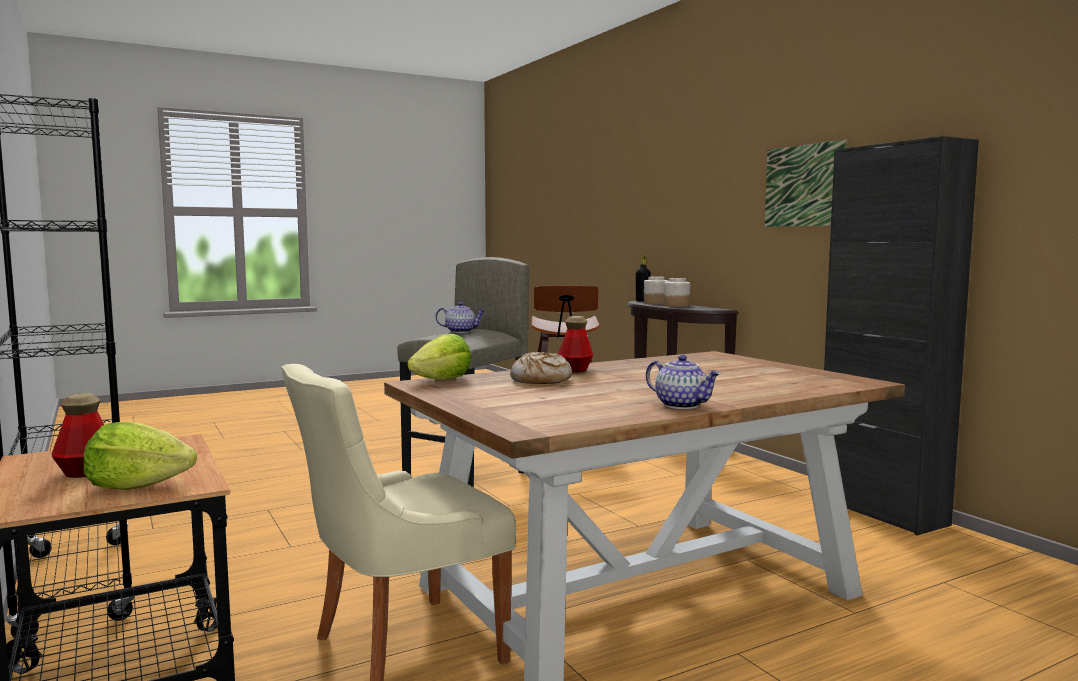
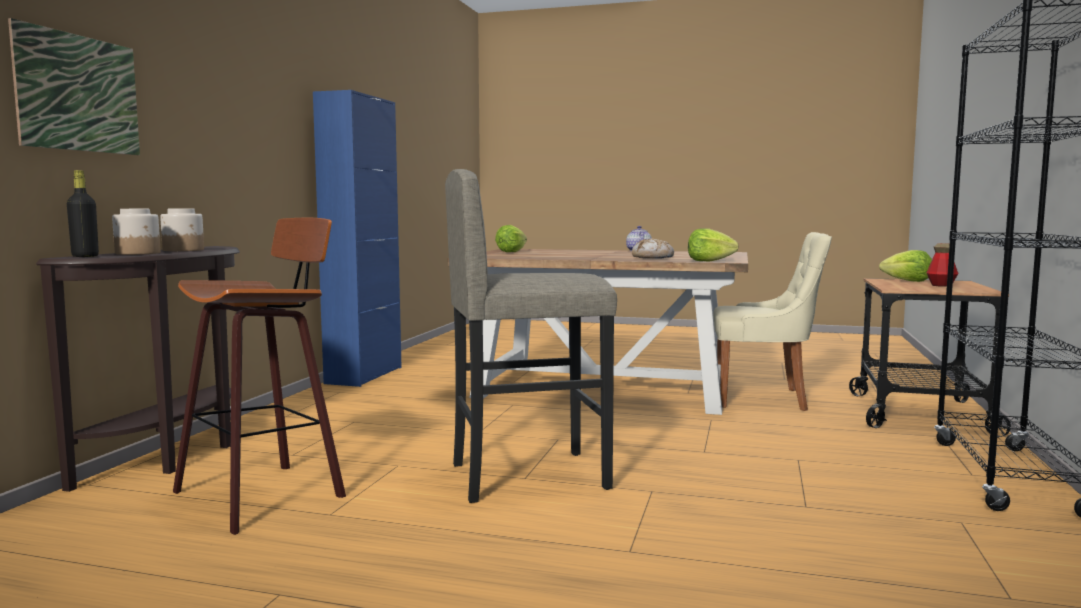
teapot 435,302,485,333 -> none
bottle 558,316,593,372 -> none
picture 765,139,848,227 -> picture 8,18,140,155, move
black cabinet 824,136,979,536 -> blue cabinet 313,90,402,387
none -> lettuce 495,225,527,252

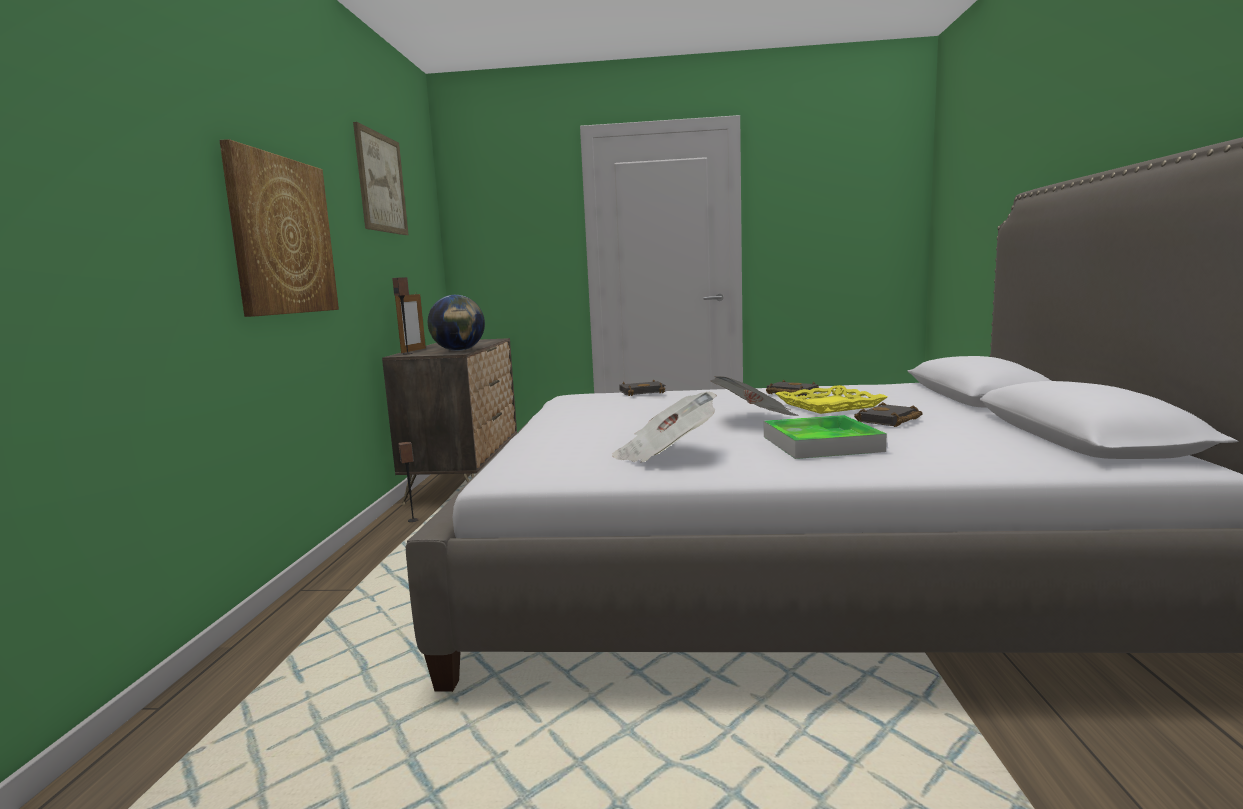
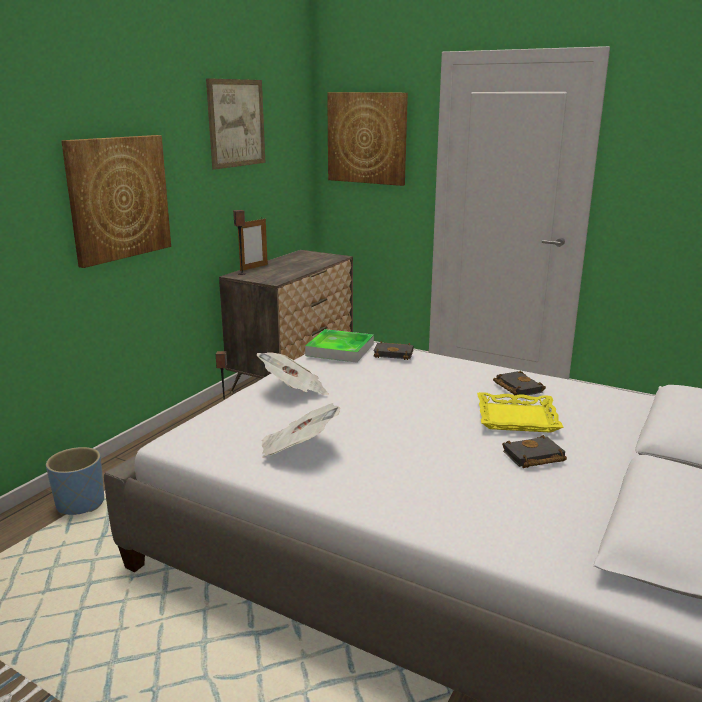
globe 428,295,485,351 -> none
newspaper 711,376,798,416 -> newspaper 257,352,328,395, move
tray 764,415,887,459 -> tray 305,329,374,363, move
none -> blue planter 46,447,104,515
none -> picture 327,92,408,186

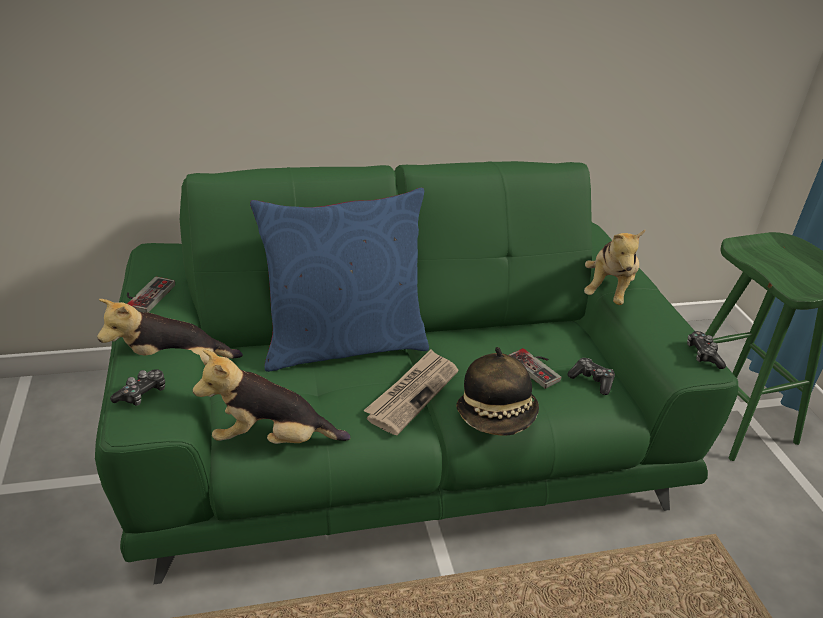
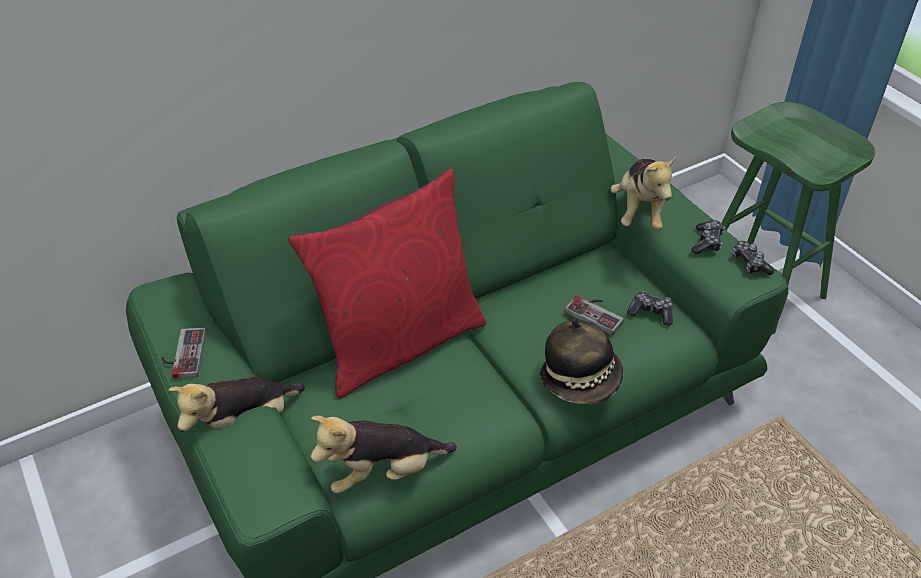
game controller 110,369,165,406 -> game controller 691,220,725,254, move
blue pillow 250,188,429,372 -> red pillow 288,169,486,398
newspaper 363,349,458,435 -> none

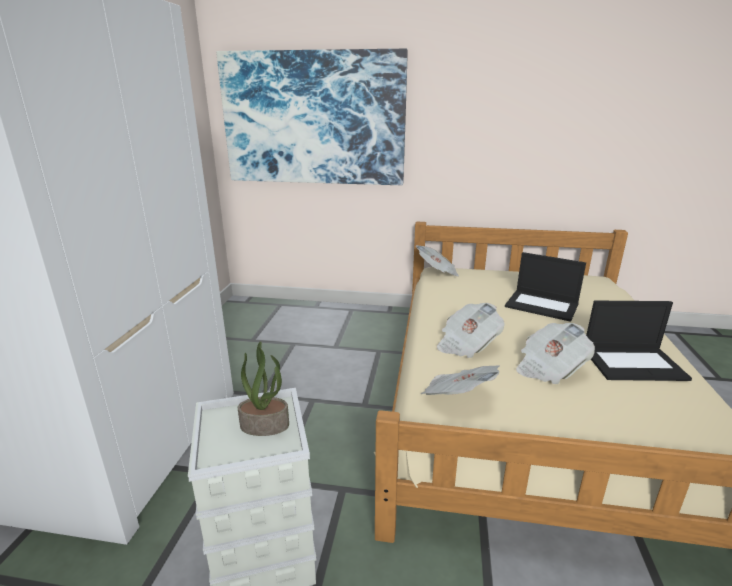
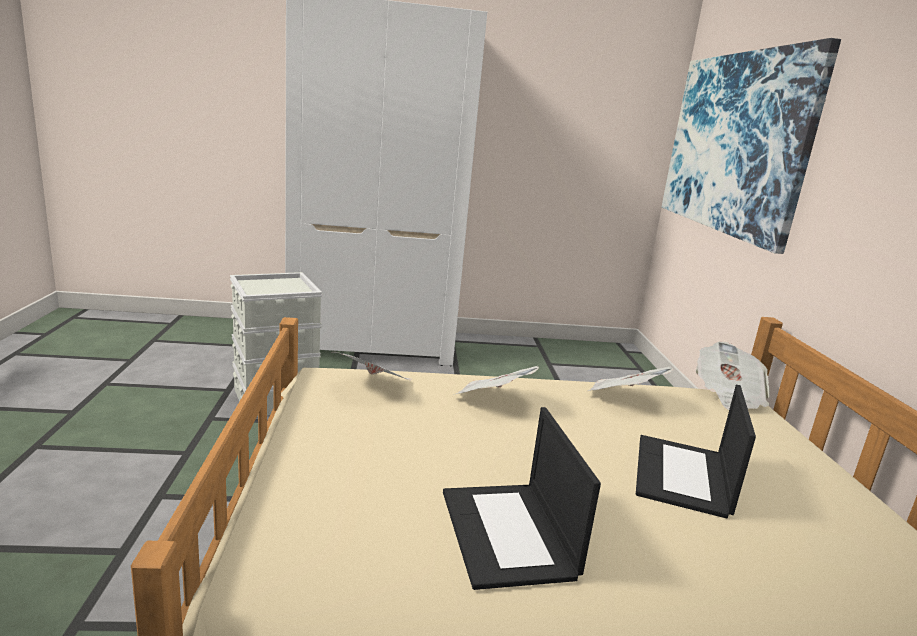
potted plant 238,341,289,436 -> none
newspaper 516,323,595,384 -> newspaper 588,366,673,391, move

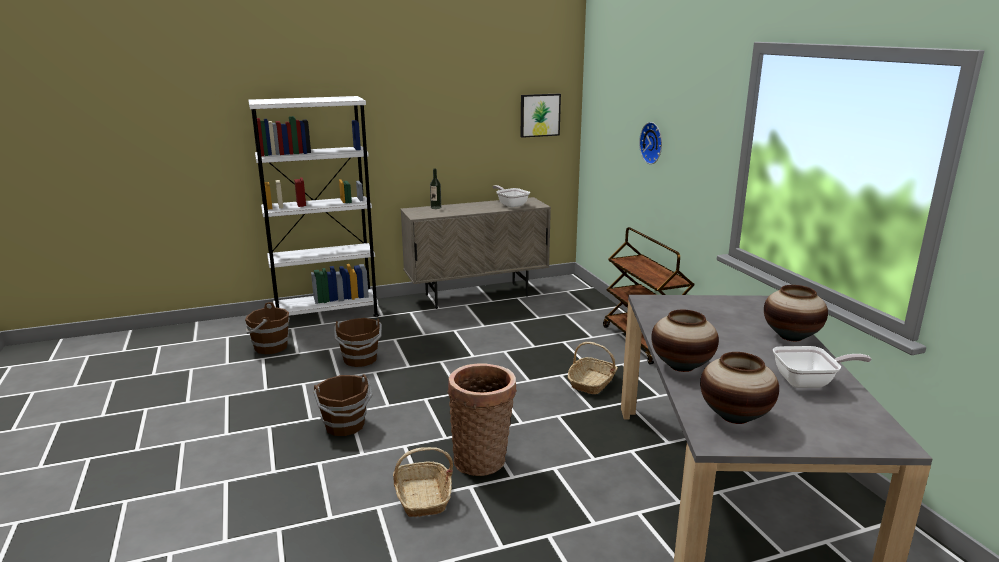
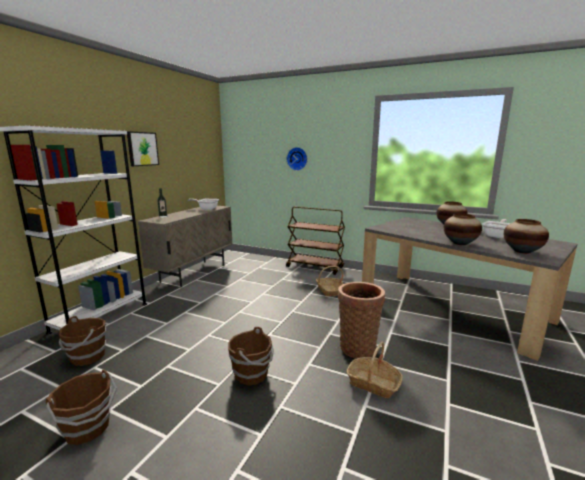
brown bucket 334,318,382,367 -> brown bucket 46,369,117,445, move
picture 521,94,561,138 -> picture 127,131,159,166, move

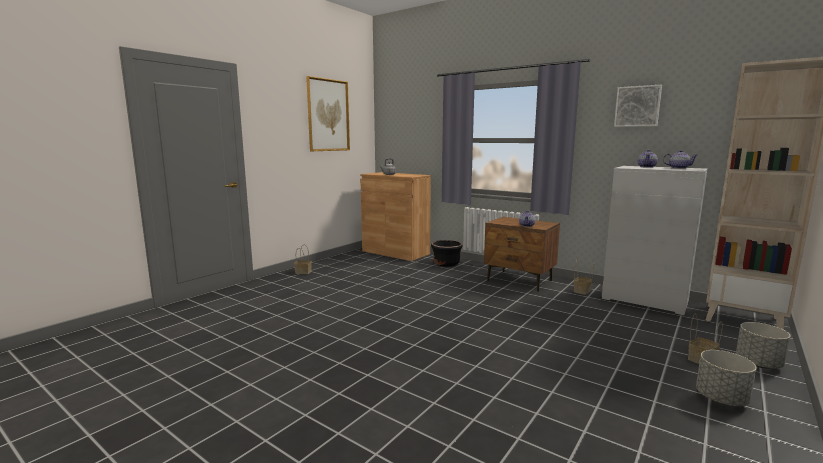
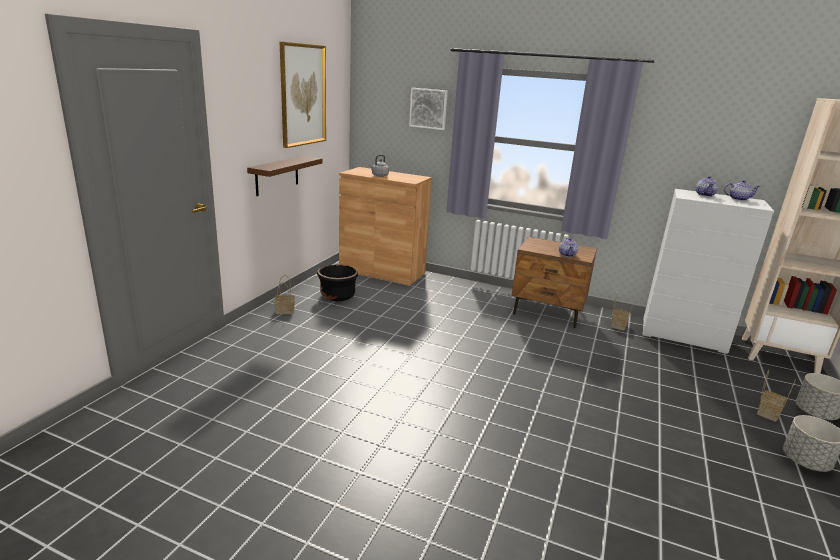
black planter 431,240,462,267 -> black planter 317,265,358,301, move
picture 614,85,662,127 -> picture 409,88,448,130, move
none -> brown shelf 247,156,323,196

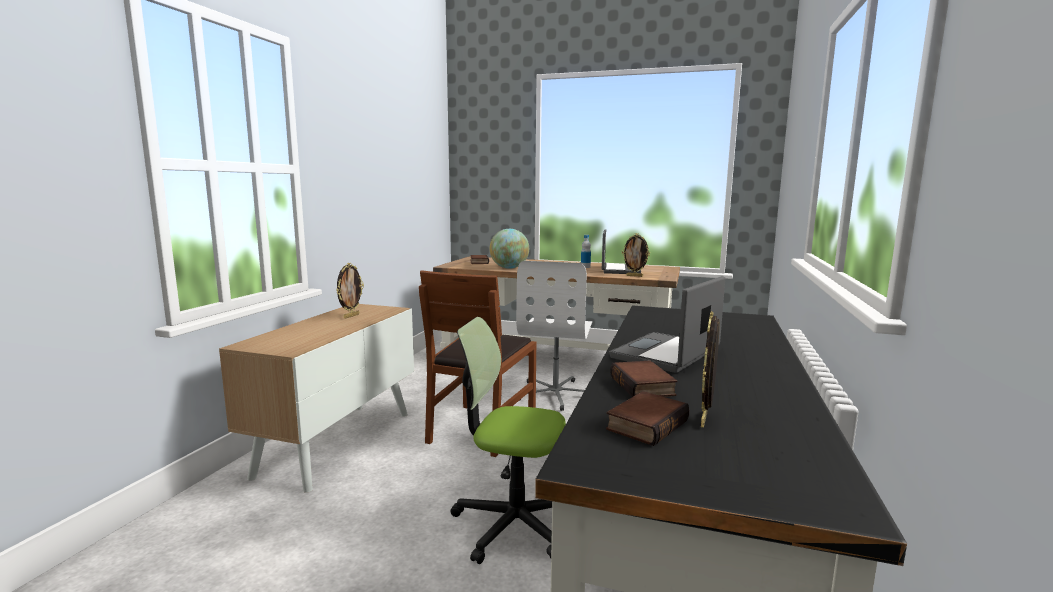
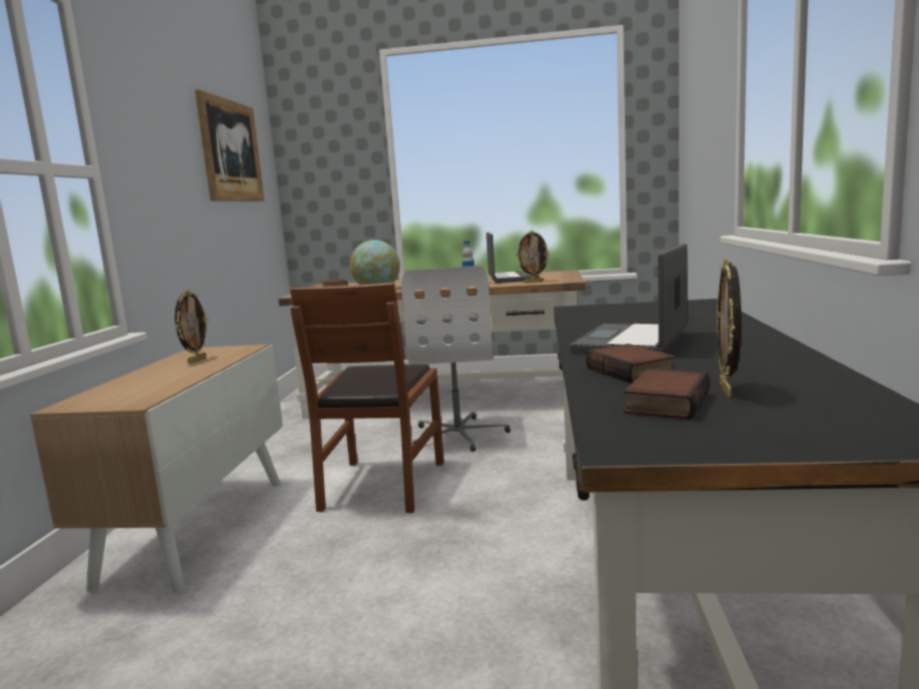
office chair 451,317,566,564 -> none
none -> picture 195,90,264,202

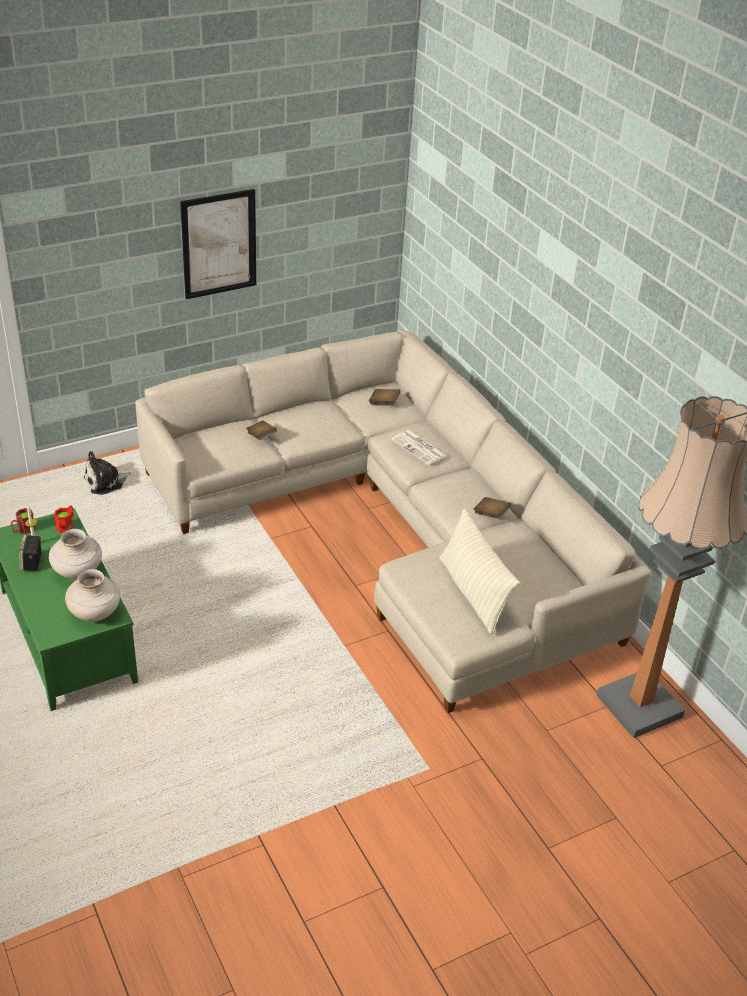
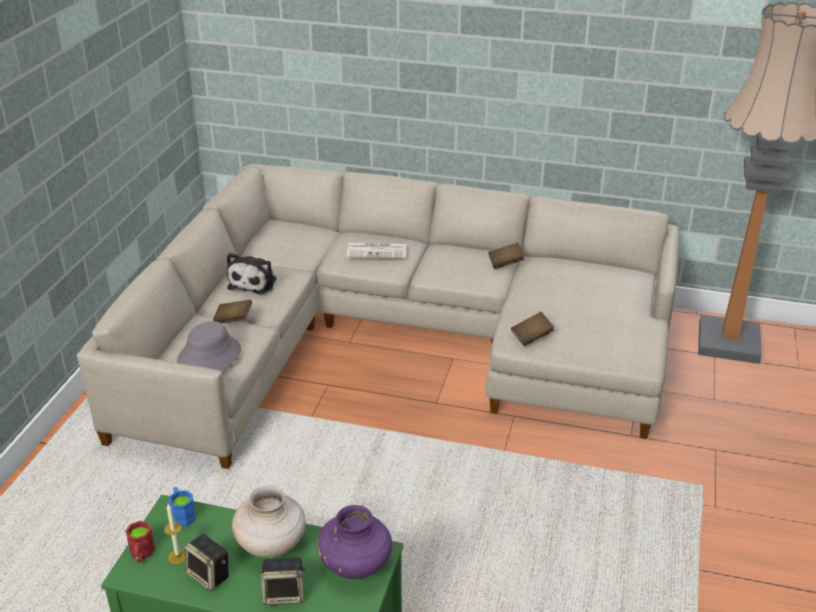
red mug 54,506,73,533 -> blue mug 169,487,196,527
beige vase 65,569,120,622 -> purple vase 317,505,392,579
plush toy 84,451,131,495 -> plush toy 227,253,277,294, move
picture 180,189,256,299 -> none
brown book 369,389,401,405 -> brown book 511,312,554,346, move
beige pillow 439,509,520,634 -> none
none -> grey hat 177,321,241,371
none -> speaker 260,558,306,605

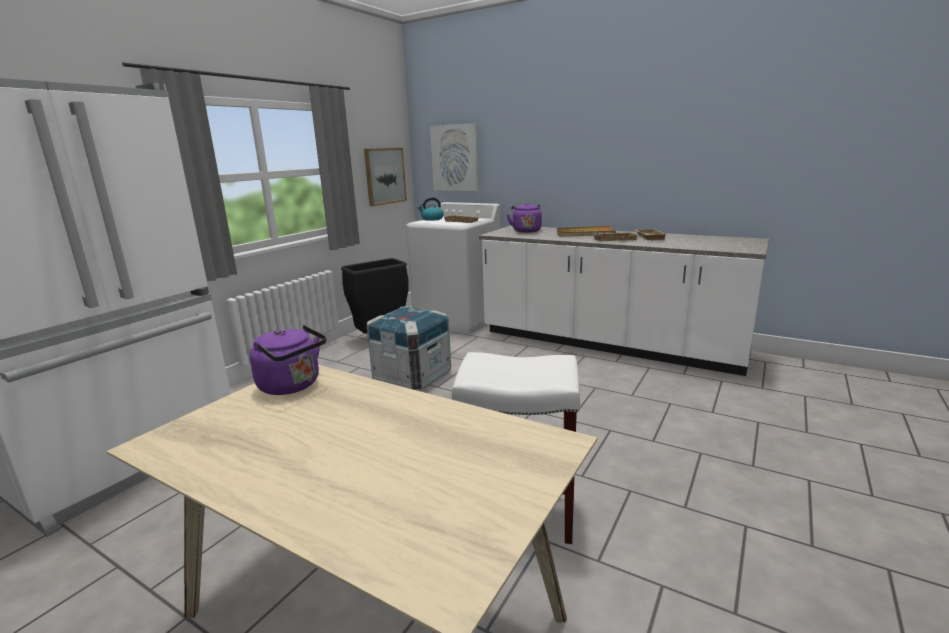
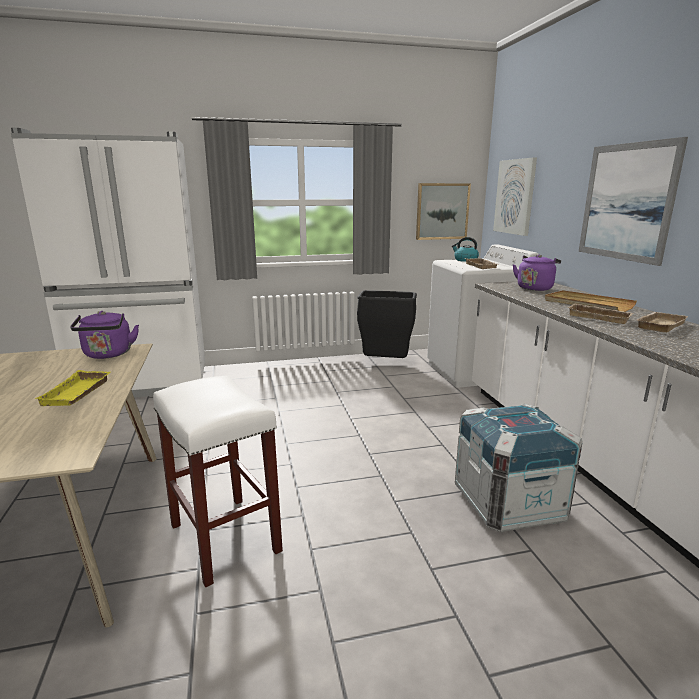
crate 367,306,451,391 -> crate 455,404,583,533, move
none -> yellow tray 35,370,110,406
none -> picture 579,137,688,266

